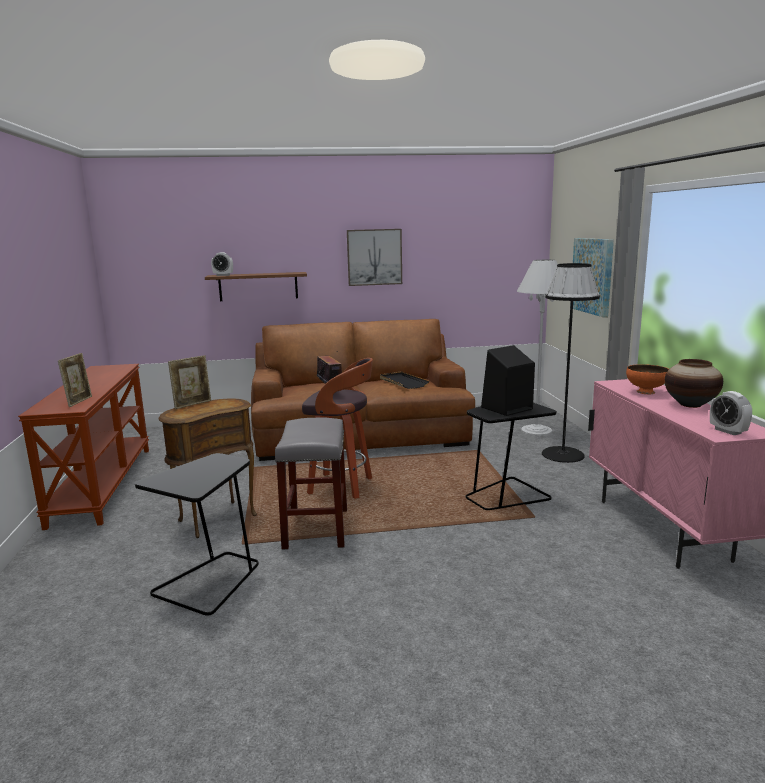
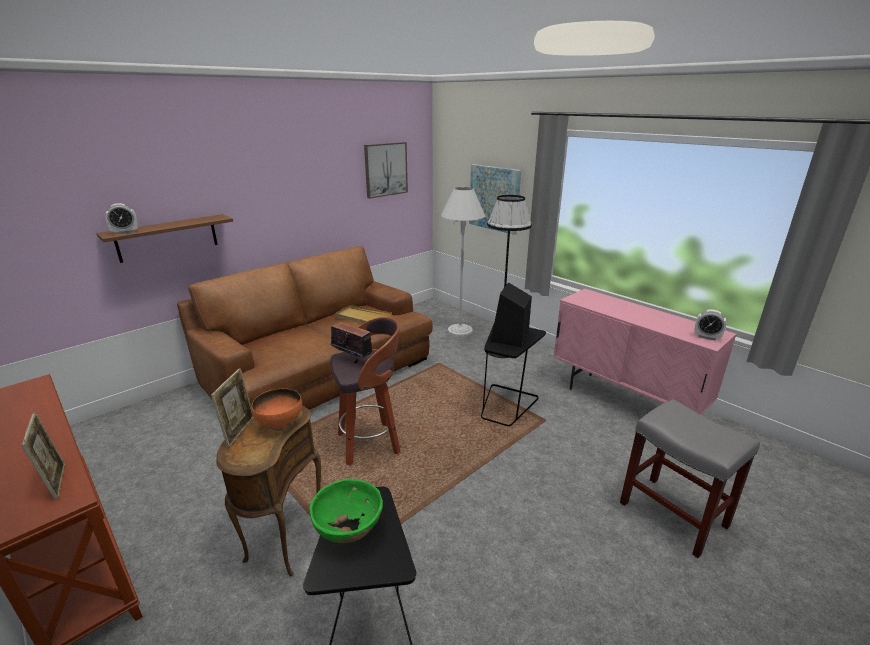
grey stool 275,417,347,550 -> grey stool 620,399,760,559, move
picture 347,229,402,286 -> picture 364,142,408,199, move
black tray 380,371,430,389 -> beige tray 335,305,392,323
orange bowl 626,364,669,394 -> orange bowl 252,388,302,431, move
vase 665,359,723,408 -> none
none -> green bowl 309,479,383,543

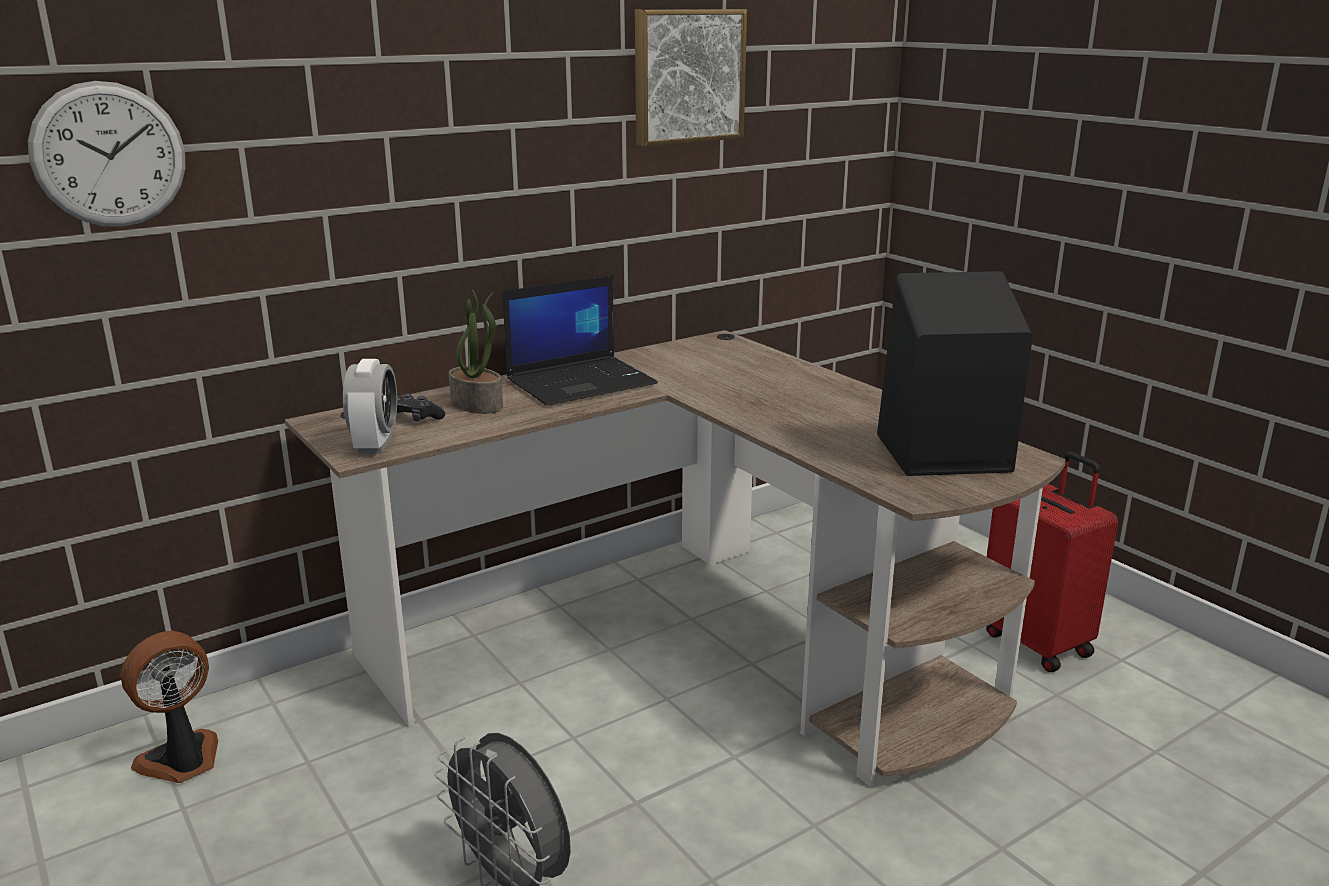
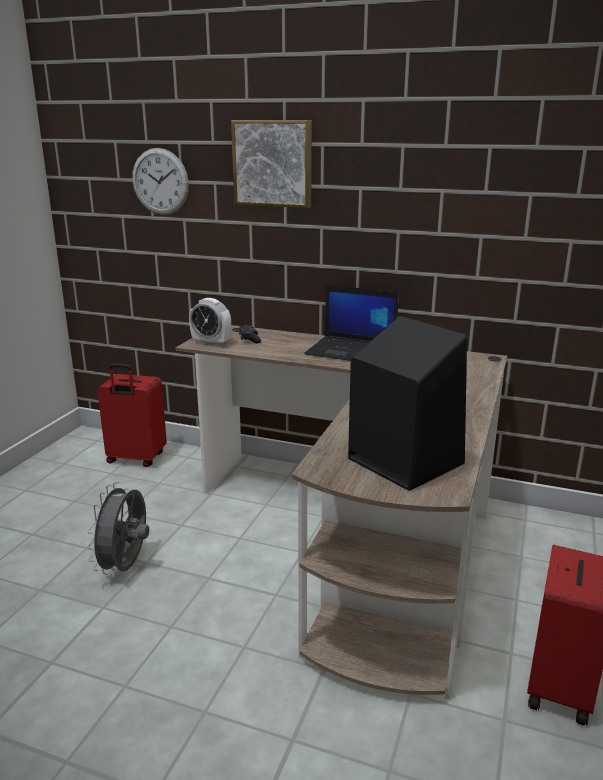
fan 121,631,218,783 -> red suitcase 97,363,167,467
alarm clock 343,359,397,453 -> alarm clock 189,298,231,347, 60 degrees clockwise
potted plant 449,289,503,414 -> none
picture 635,9,747,147 -> picture 231,120,312,208, move

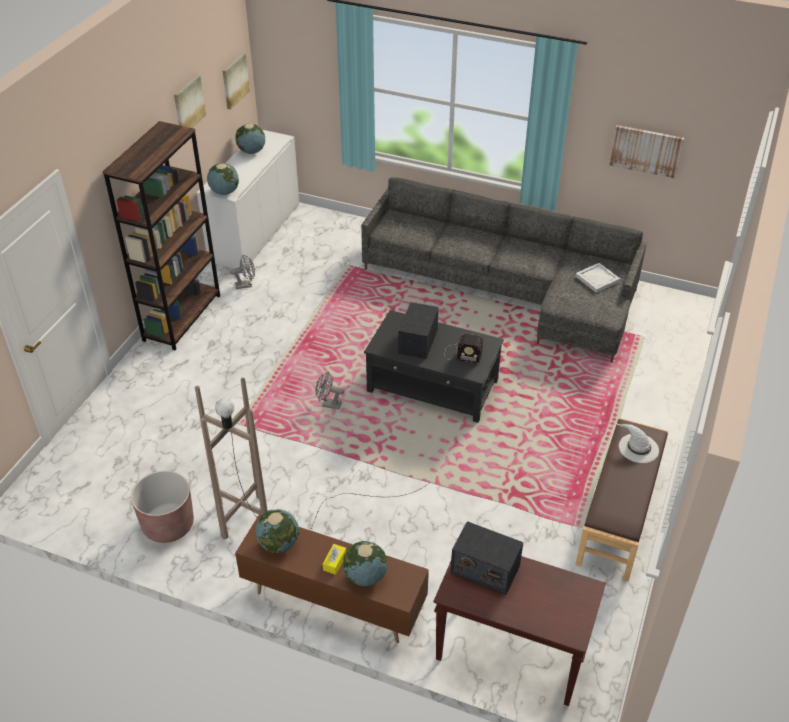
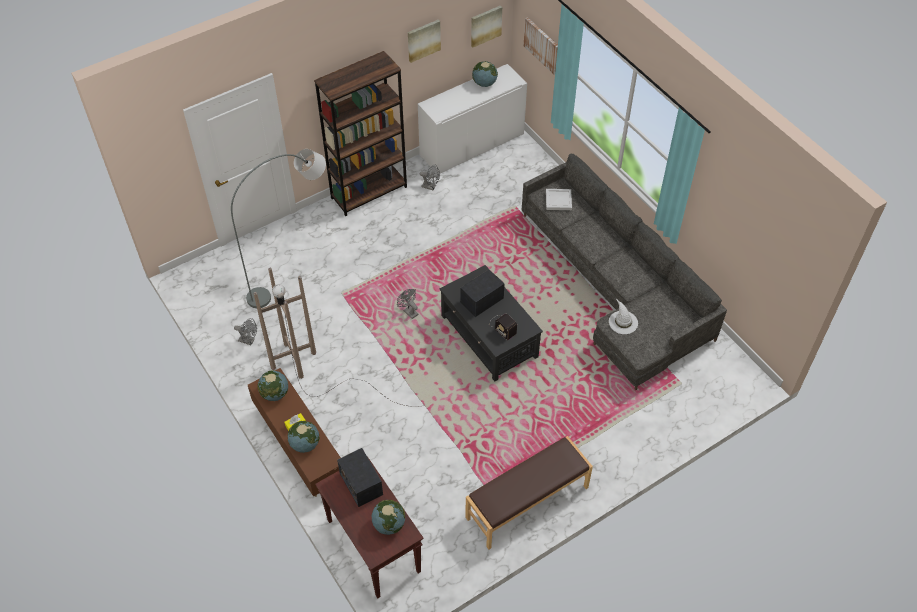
brown planter 131,471,194,543 -> grey fan 234,318,257,345
globe 207,163,239,195 -> globe 372,500,405,535, move
white tray 575,263,620,293 -> white tray 546,189,572,210, move
picture 610,125,684,179 -> picture 524,17,558,75, move
white hat 616,423,659,463 -> white hat 609,298,638,334, move
none -> grey floor lamp 231,149,326,308

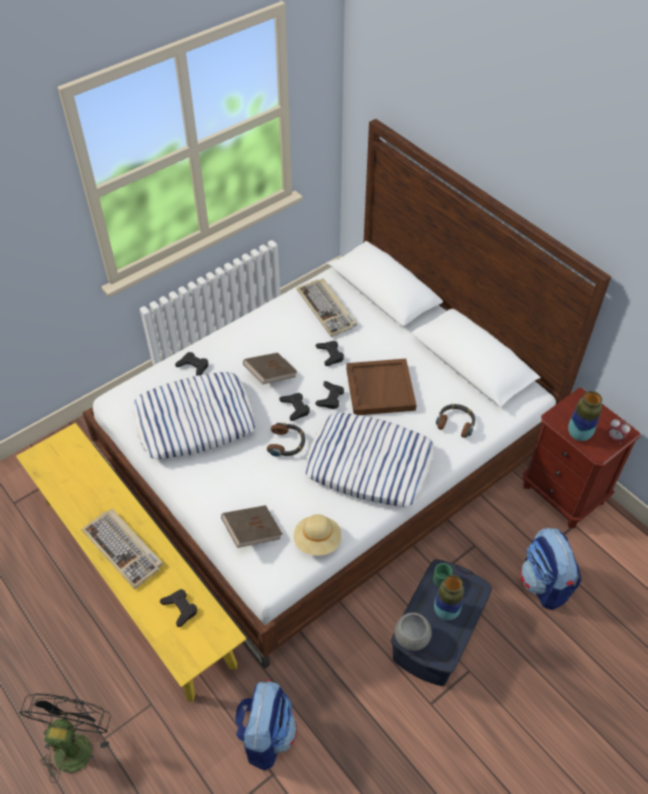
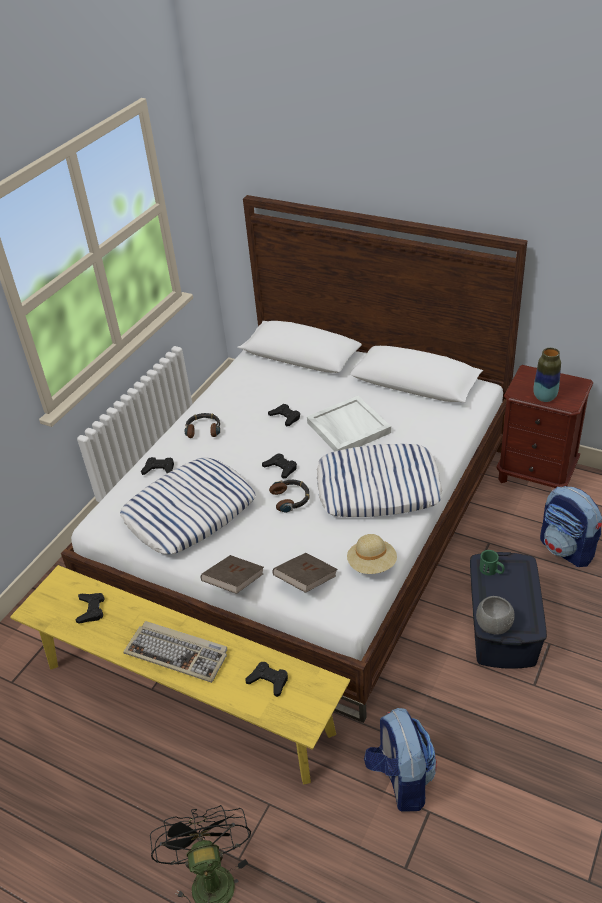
brown book 243,353,298,384 -> brown book 200,555,264,594, move
keyboard 296,278,357,337 -> none
black game controller 316,381,344,409 -> black game controller 76,593,104,624, move
brown tray 346,359,417,415 -> white tray 307,396,391,452
vase 434,575,464,620 -> none
headphones 436,404,475,438 -> headphones 184,413,220,438, move
alarm clock 607,419,630,444 -> none

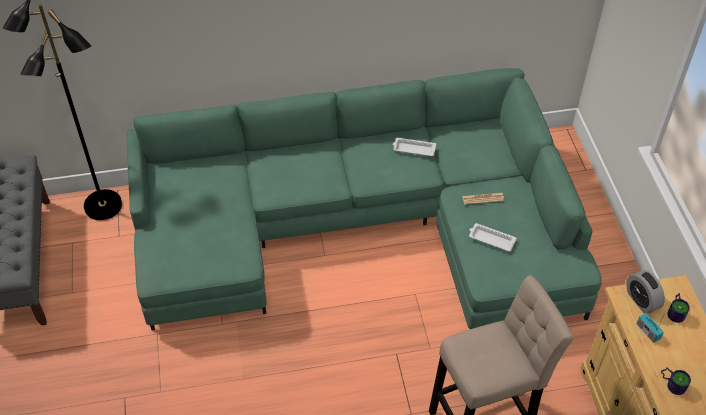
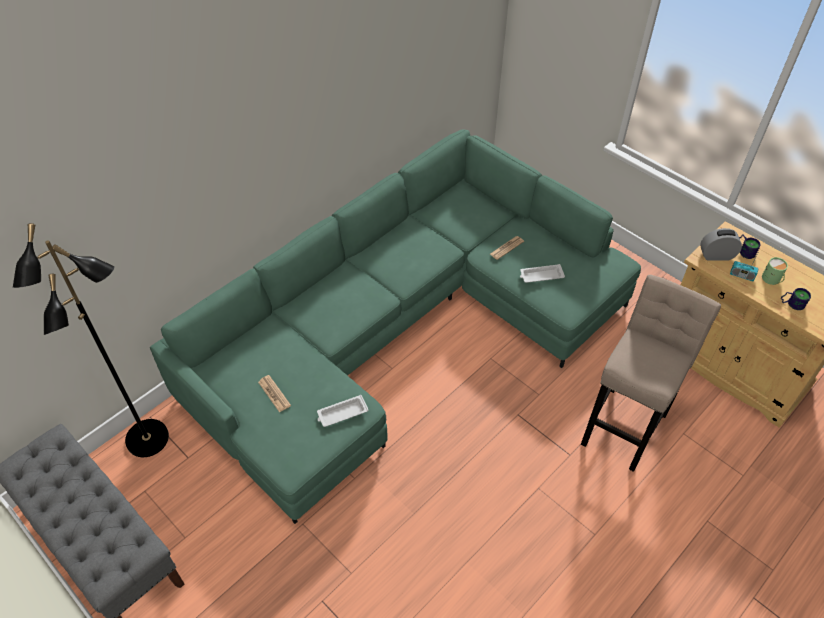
white tray 393,138,436,156 -> white tray 317,395,368,427, move
alarm clock 626,270,665,314 -> alarm clock 700,228,742,261, 150 degrees clockwise
none -> newspaper 258,375,291,413
none -> green mug 762,257,788,285

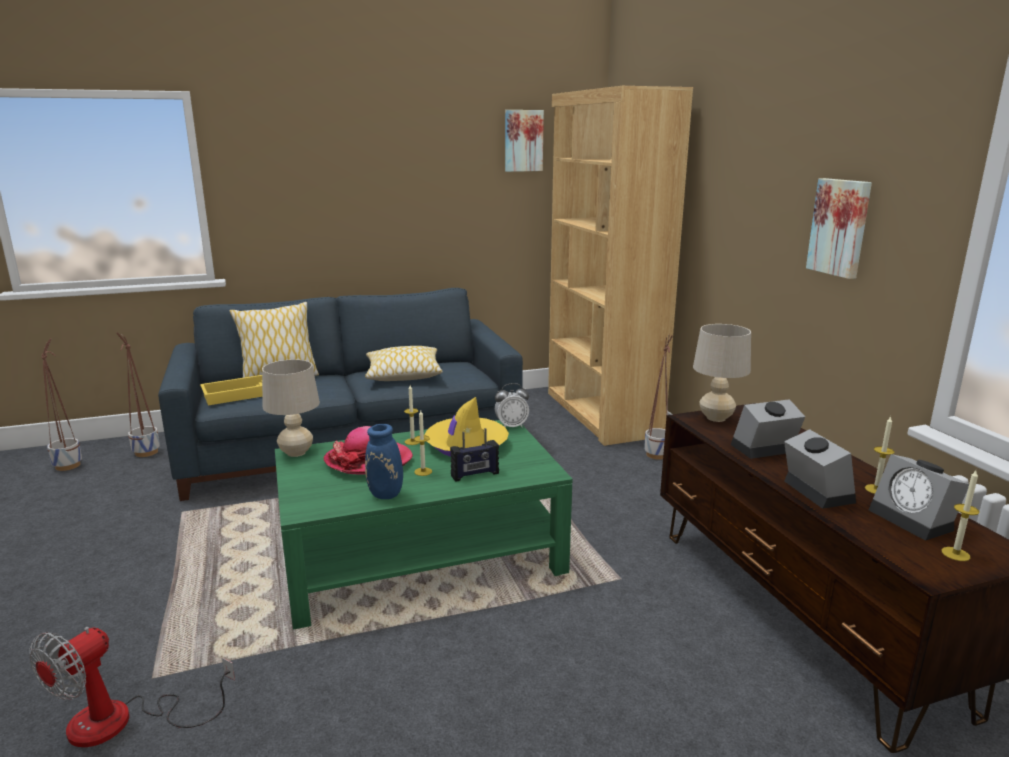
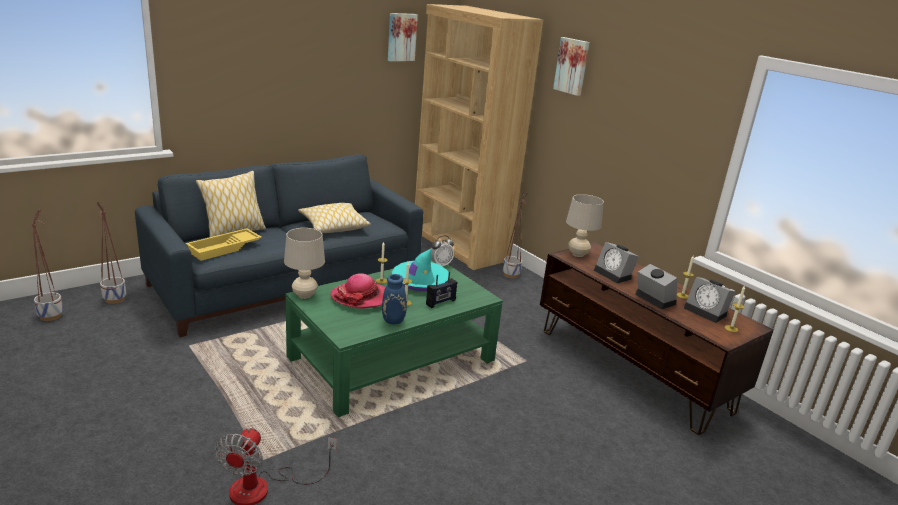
yellow hat 424,397,509,457 -> turquoise hat 392,248,449,291
alarm clock 731,399,805,459 -> alarm clock 594,242,639,283, 90 degrees counterclockwise
picture 806,178,872,279 -> picture 553,37,590,96, move

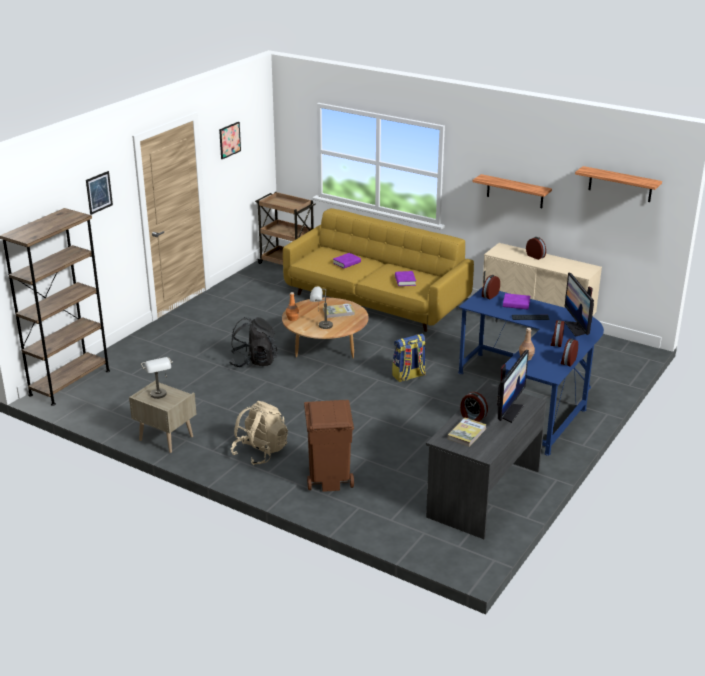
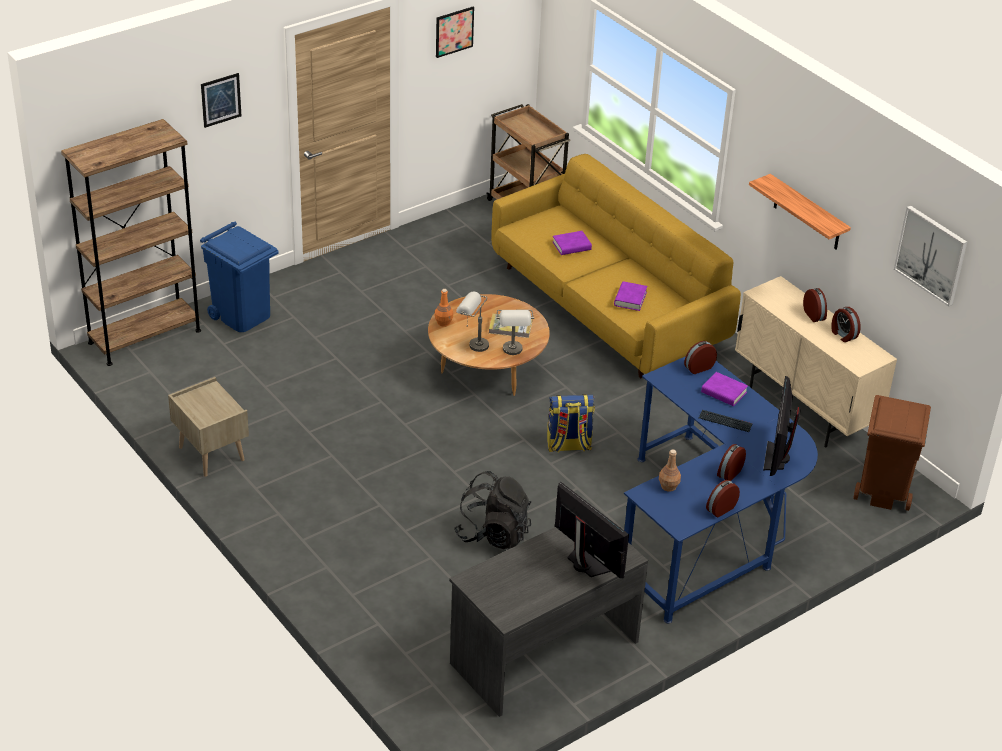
grey table lamp 141,357,173,399 -> grey table lamp 497,310,534,355, move
black backpack 229,317,278,367 -> black backpack 454,471,531,549, move
beige backpack 231,401,288,465 -> none
brown trash can 304,400,354,492 -> brown trash can 854,395,931,511, move
book 448,418,487,447 -> none
alarm clock 460,392,488,422 -> alarm clock 831,307,861,342, move
monitor 497,350,529,423 -> monitor 555,482,629,578, 90 degrees counterclockwise
shelf 575,166,662,202 -> picture 894,206,967,306
none -> blue trash can 200,221,279,332

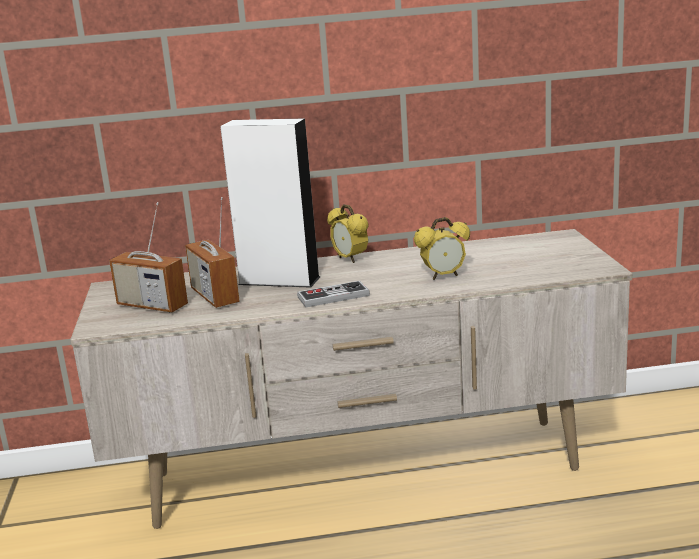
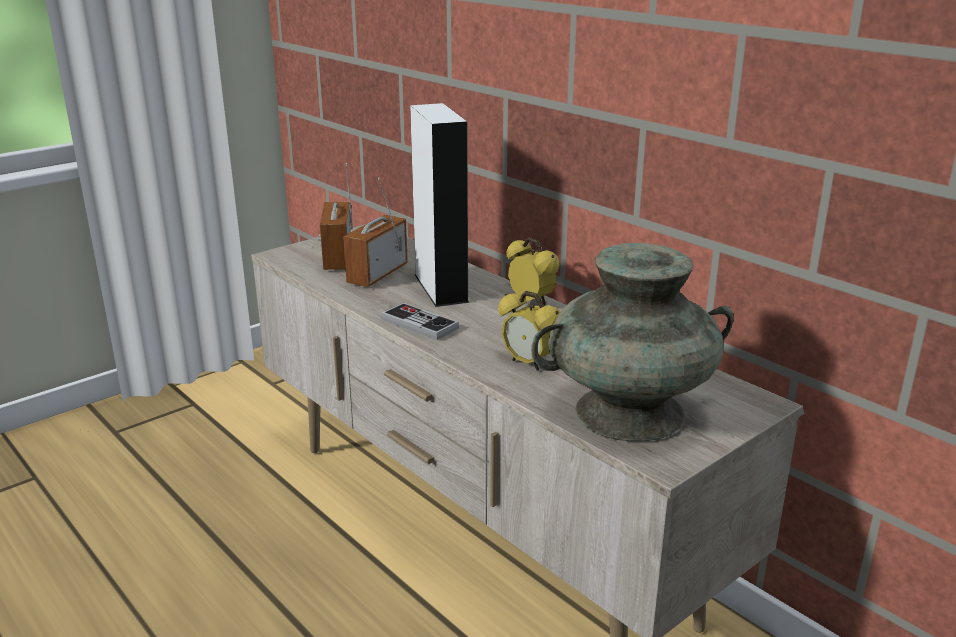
alarm clock 327,204,369,263 -> alarm clock 506,237,560,305, 120 degrees clockwise
none -> turquoise vase 531,243,734,441

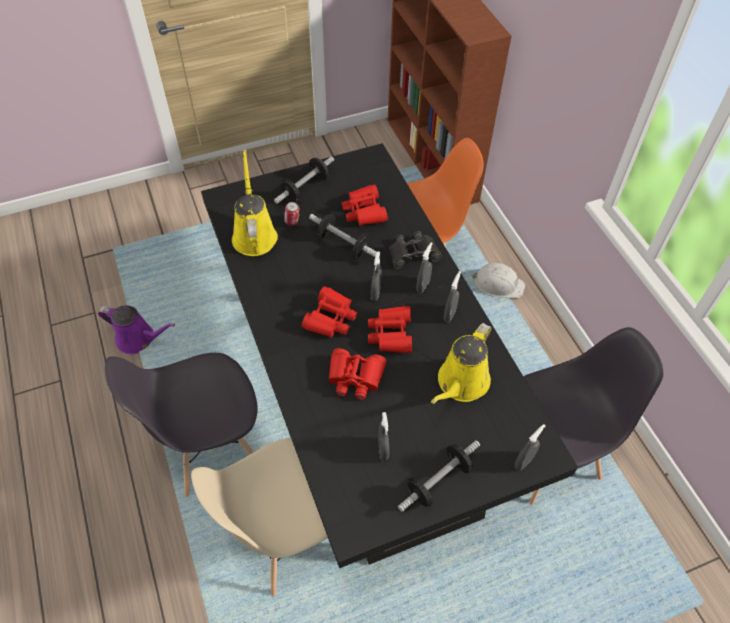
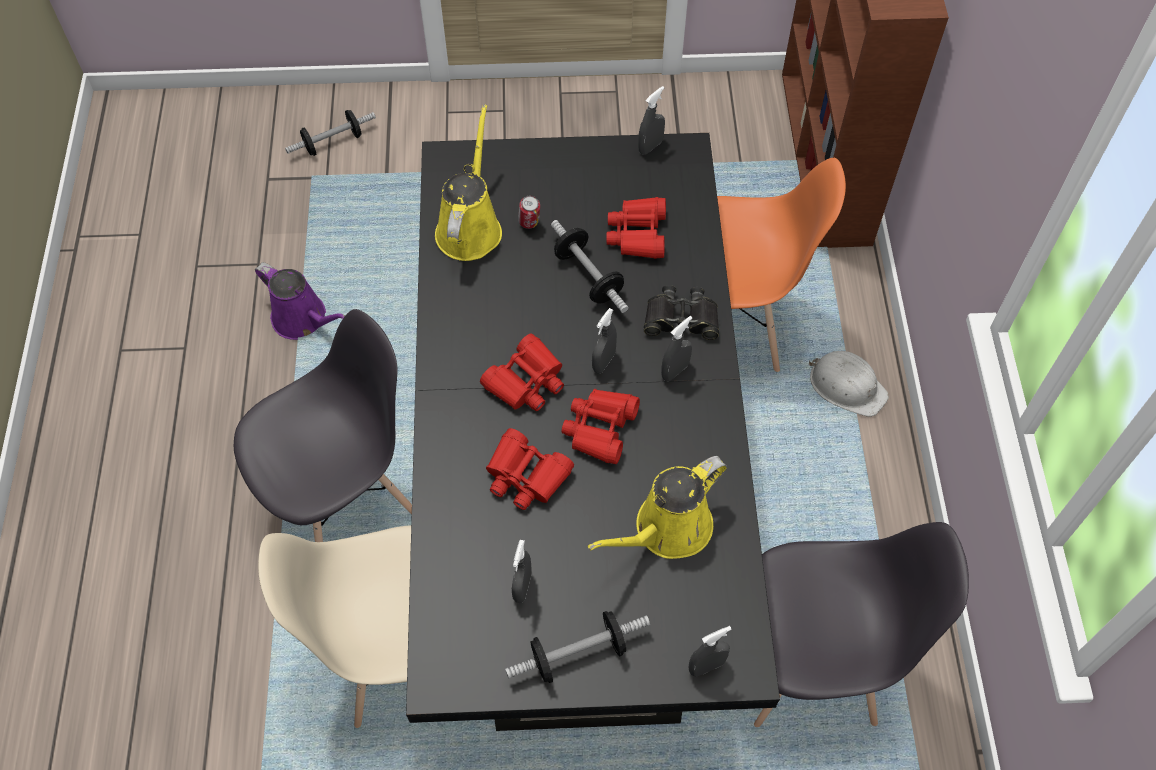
grey chair 105,353,258,497 -> grey chair 234,309,412,542, 150 degrees clockwise
dumbbell 274,156,334,204 -> dumbbell 285,110,376,156, move
grey spray bottle 443,271,461,322 -> grey spray bottle 638,86,665,155, move

